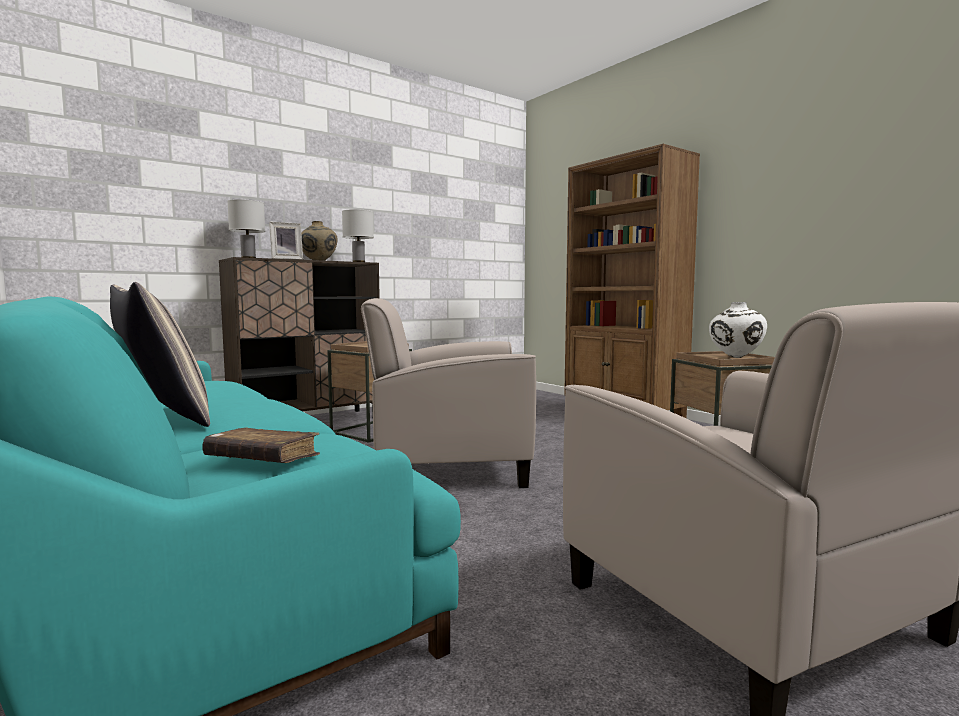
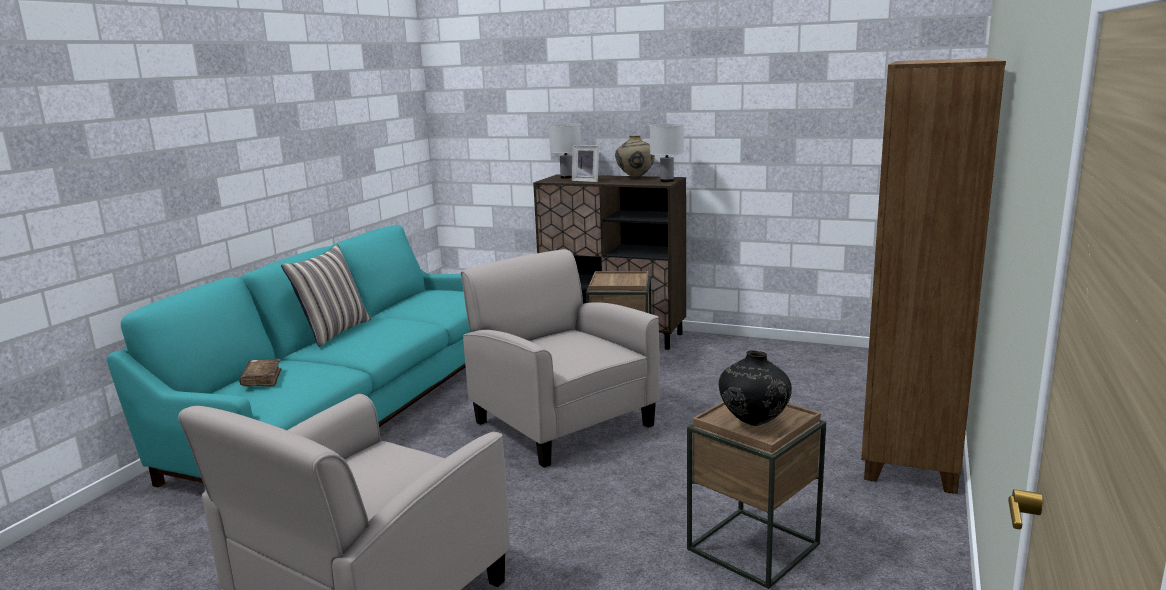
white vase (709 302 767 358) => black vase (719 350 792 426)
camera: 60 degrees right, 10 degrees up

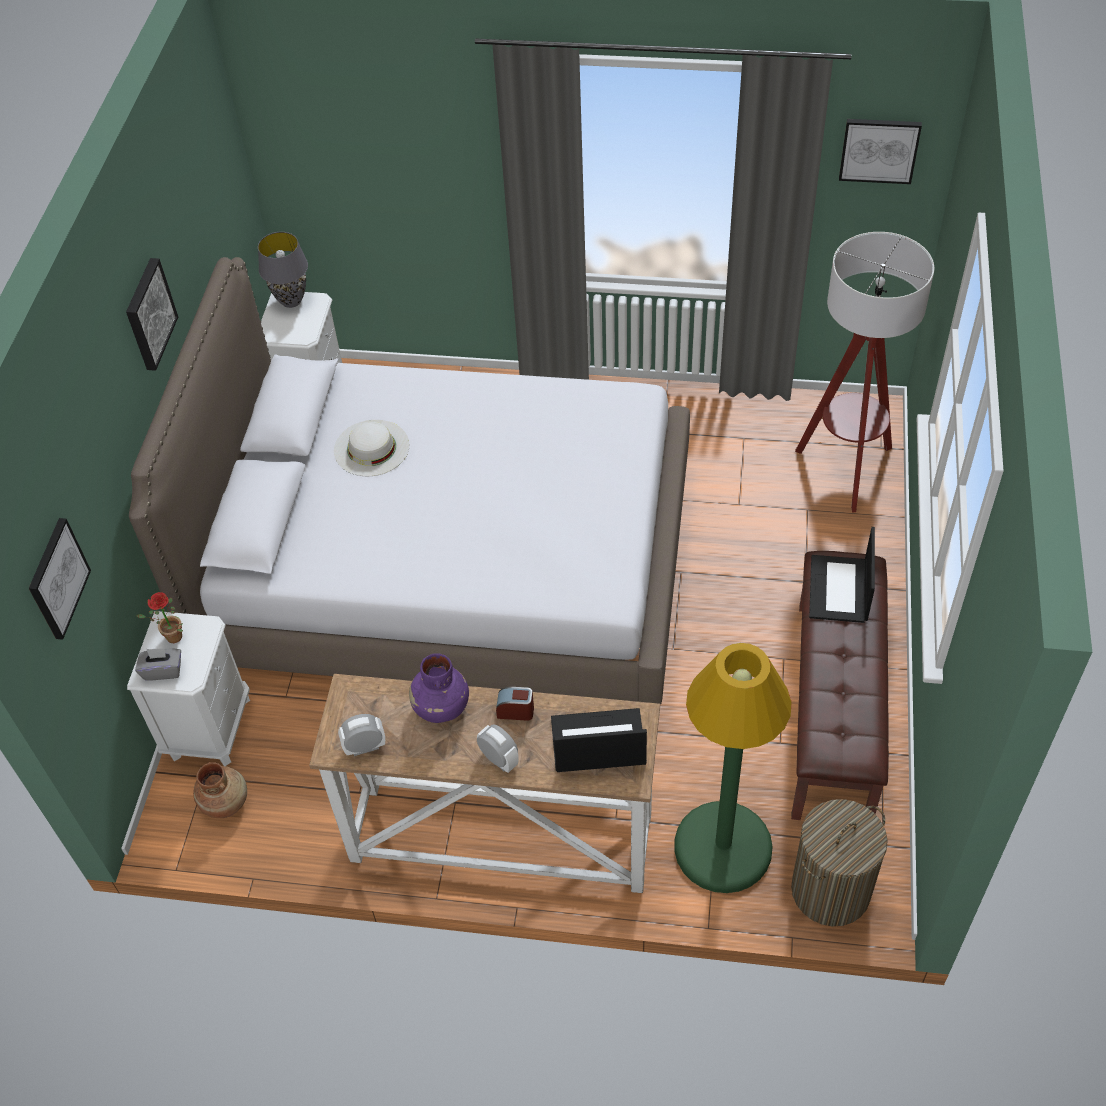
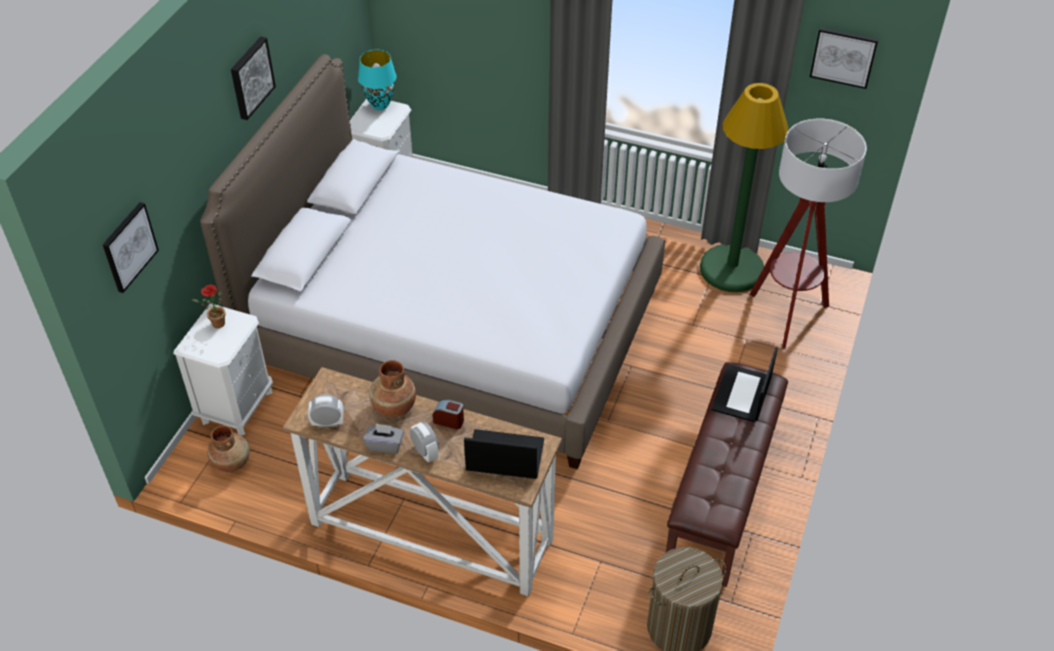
grey tissue box (135 648 181 681) => grey tissue box (363 423 404 454), move
grey table lamp (258 232 308 308) => turquoise table lamp (358 50 396 110)
white hat (334 420 409 476) => nothing
purple vase (409 653 469 723) => brown vase (369 360 416 417)
green floor lamp (674 643 792 893) => green floor lamp (700 83 788 292), move
camera: 10 degrees right, 5 degrees down

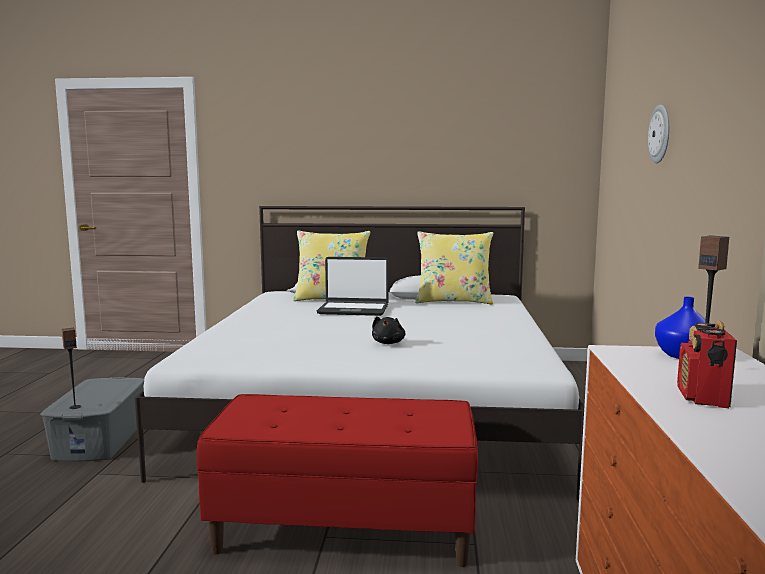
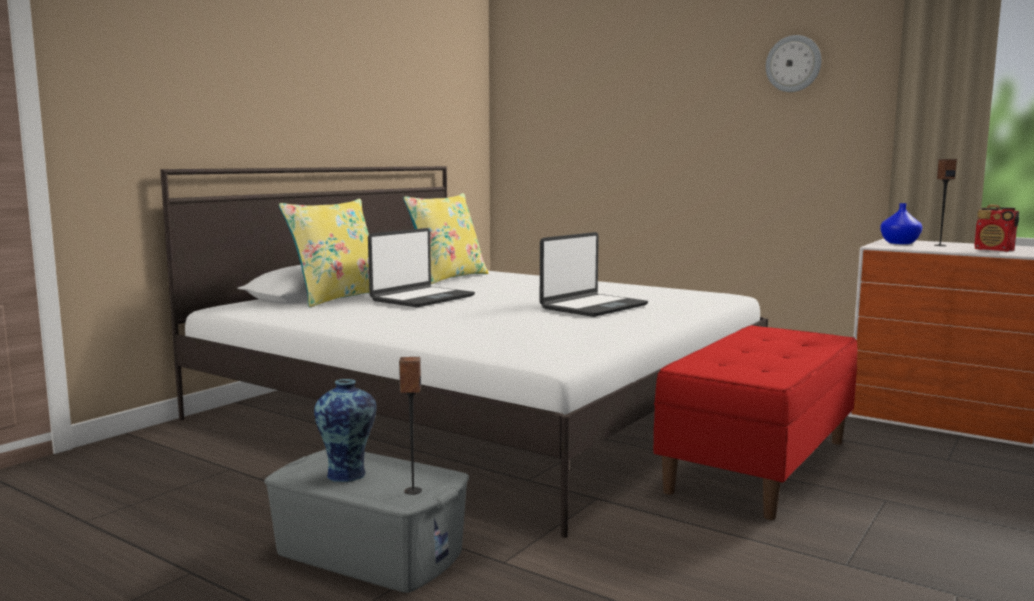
black plush toy (372 316 405 344) => laptop (540 232 648 317)
wall clock (648 105 669 163) => wall clock (766 35 821 92), move
nothing => vase (314 379 377 483)
camera: 60 degrees left, 0 degrees up

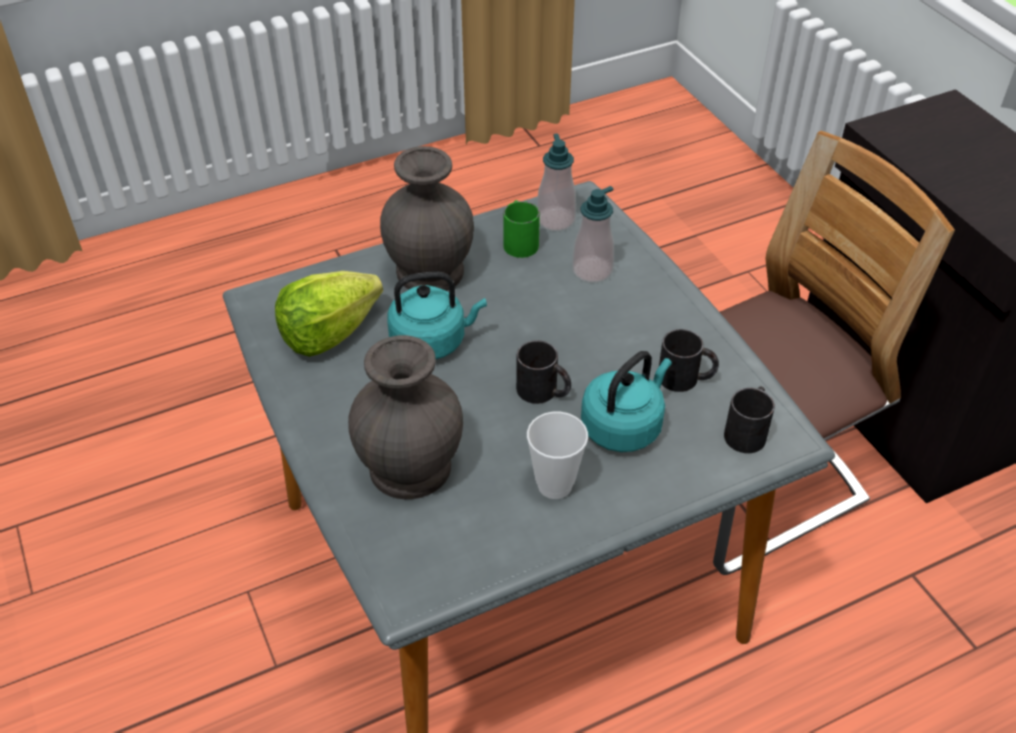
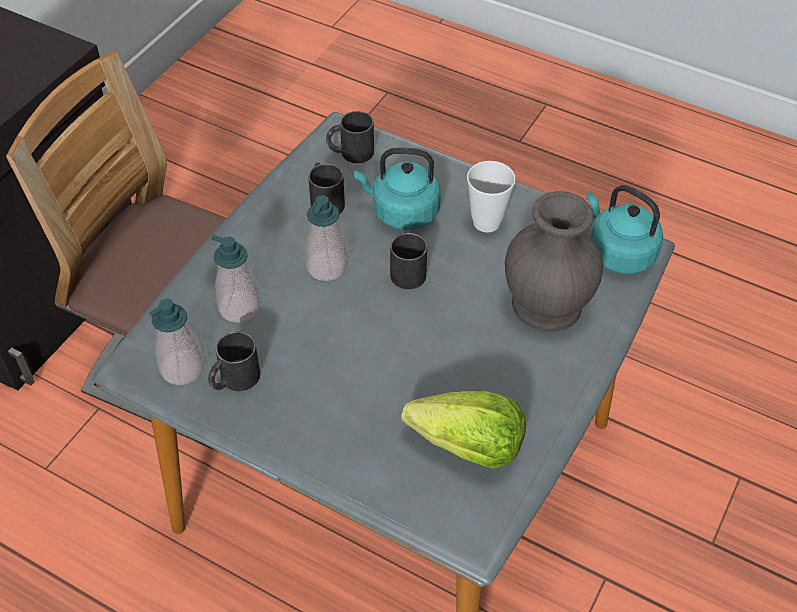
grey vase (380 146 474 291) => nothing
turquoise kettle (387 271 487 359) => turquoise kettle (586 185 663 274), move
green mug (503 200 540 258) => black mug (208 331 260 391)
nothing => soap dispenser (305 195 347 281)
camera: 125 degrees left, 5 degrees up

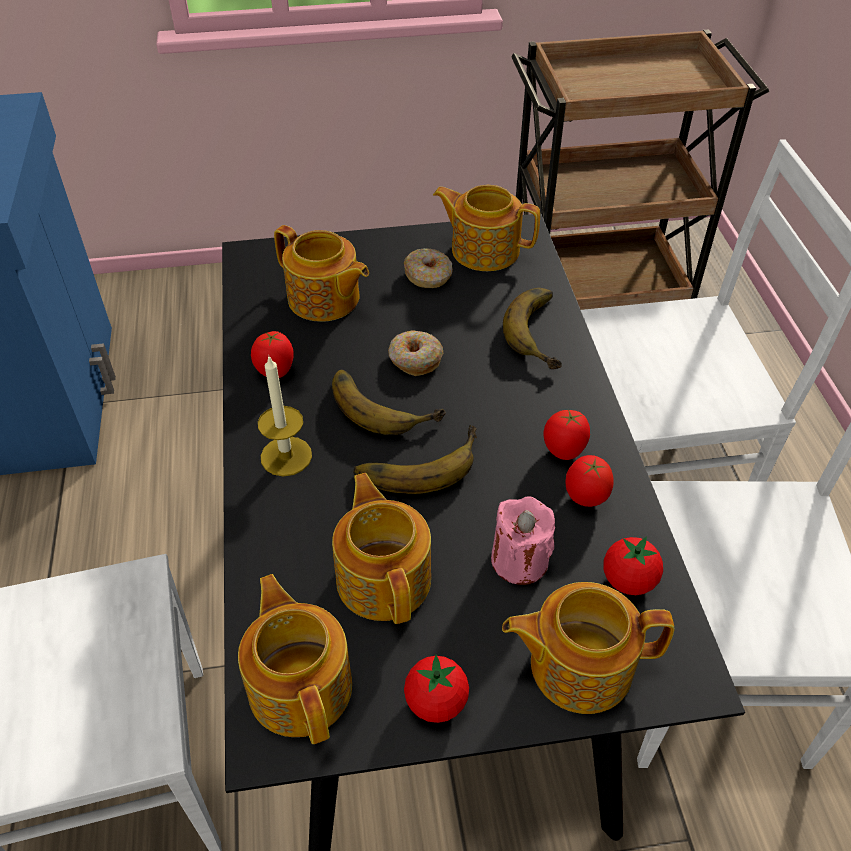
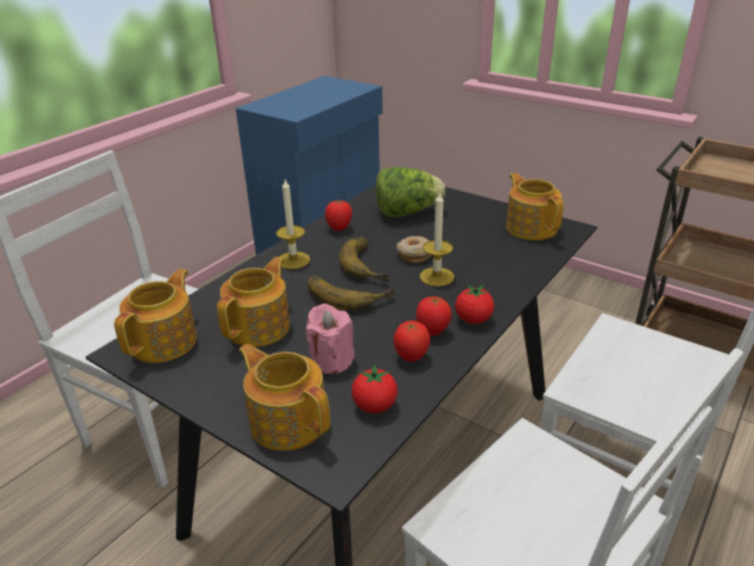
teapot (274 225 369 322) => lettuce (376 167 445 217)
donut (404 248 453 288) => nothing
tomato (404 655 469 723) => tomato (455 285 494 324), move
banana (503 288 562 369) => nothing
nothing => candle (420 193 454 286)
camera: 45 degrees right, 15 degrees down

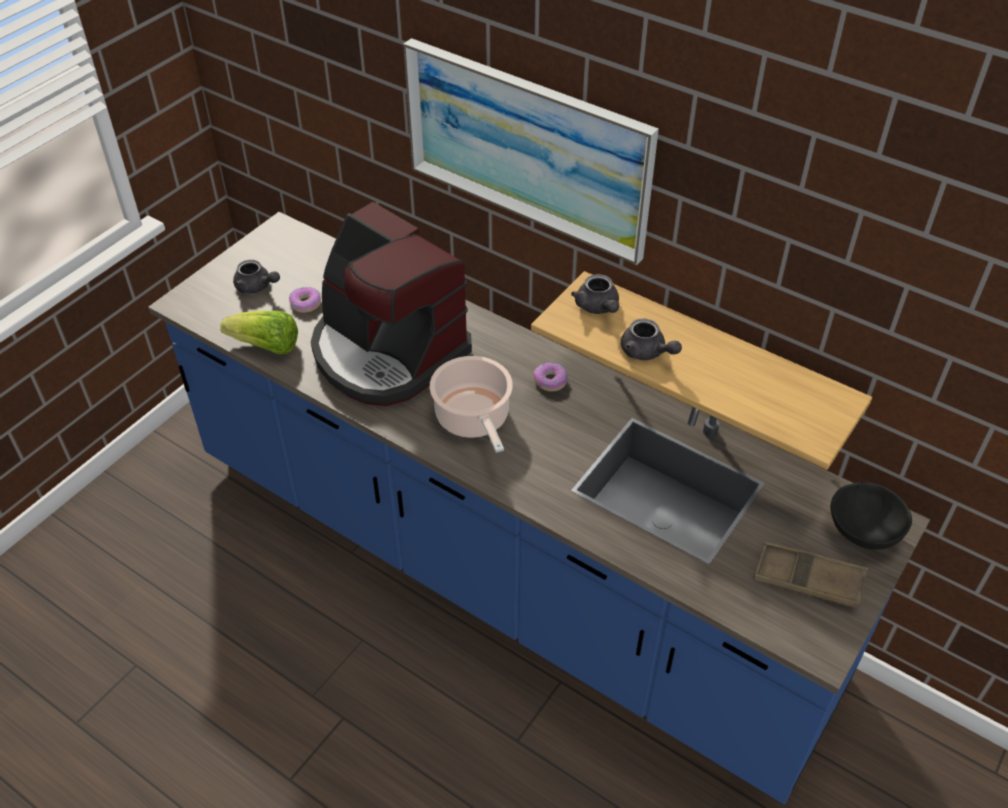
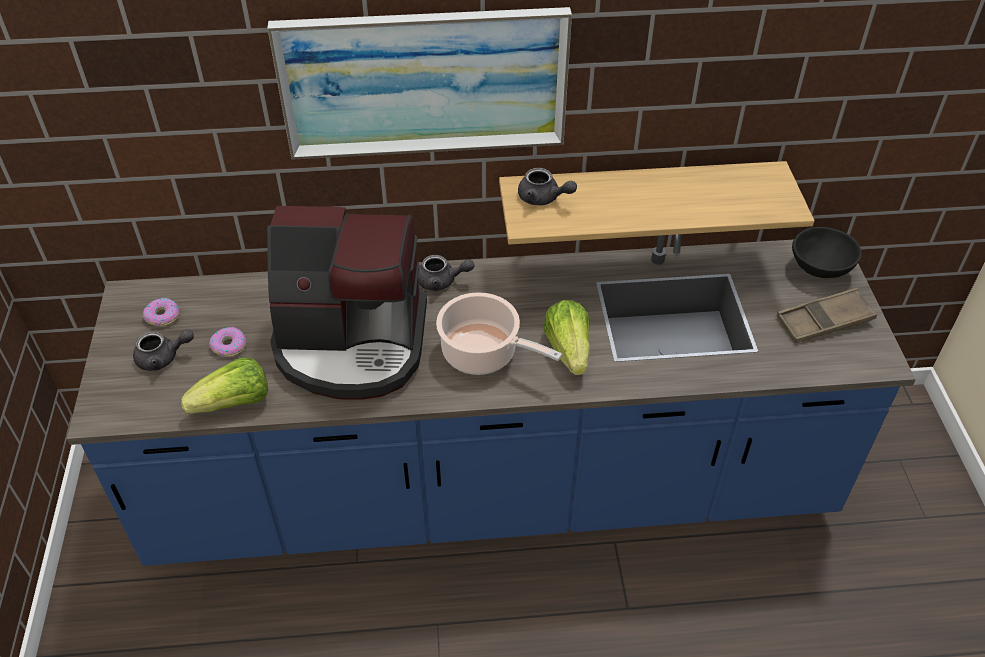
donut (533 362 568 391) => donut (143 298 179 327), move
grey teapot (621 319 682 360) => grey teapot (418 255 474 291), move
nothing => lettuce (544 300 590 375)
camera: 40 degrees left, 0 degrees up

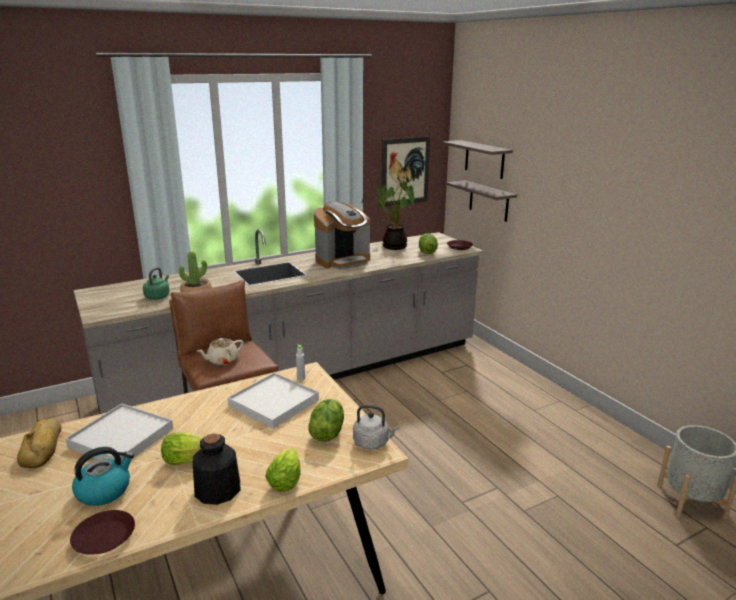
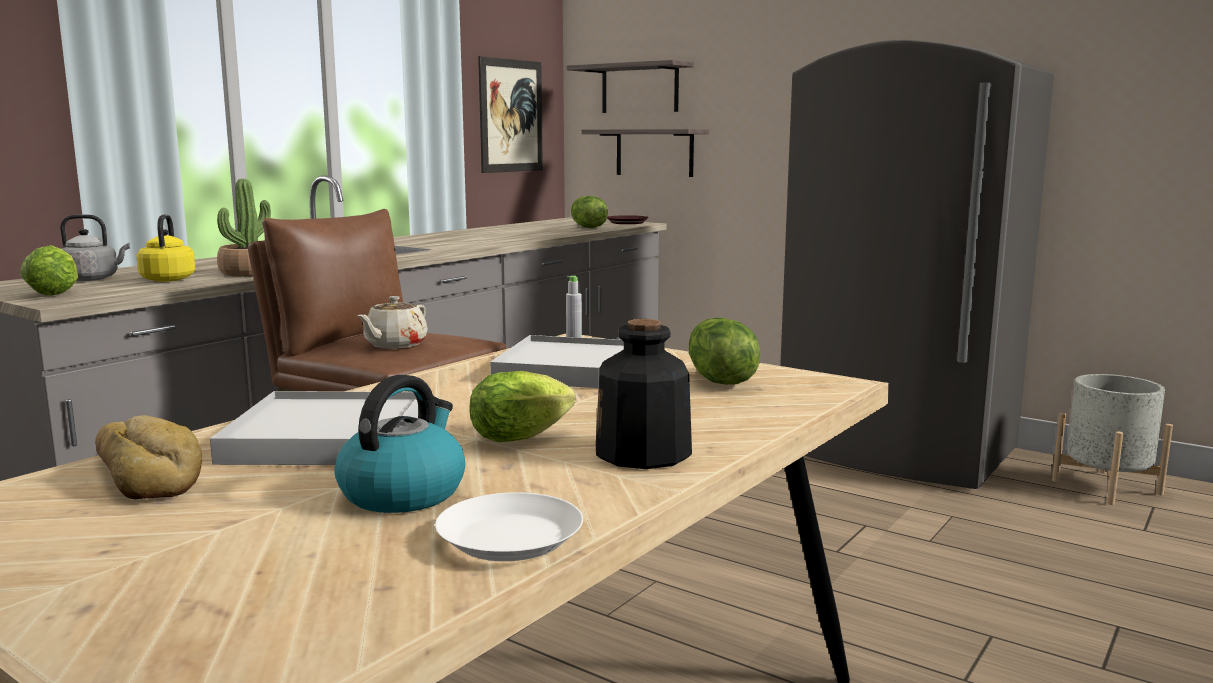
brown plate (70 510 135 555) => white plate (435 492 583 561)
green kettle (143 267 170 300) => yellow kettle (136 214 195 282)
lettuce (265 448 300 492) => lettuce (20 245 78 296), move
coffee machine (314 202 370 269) => nothing
grey kettle (353 405 399 449) => grey kettle (60 214 130 281), move
potted plant (361 181 415 250) => nothing
nothing => grey fridge (780 40 1054 489)
camera: 25 degrees left, 10 degrees down

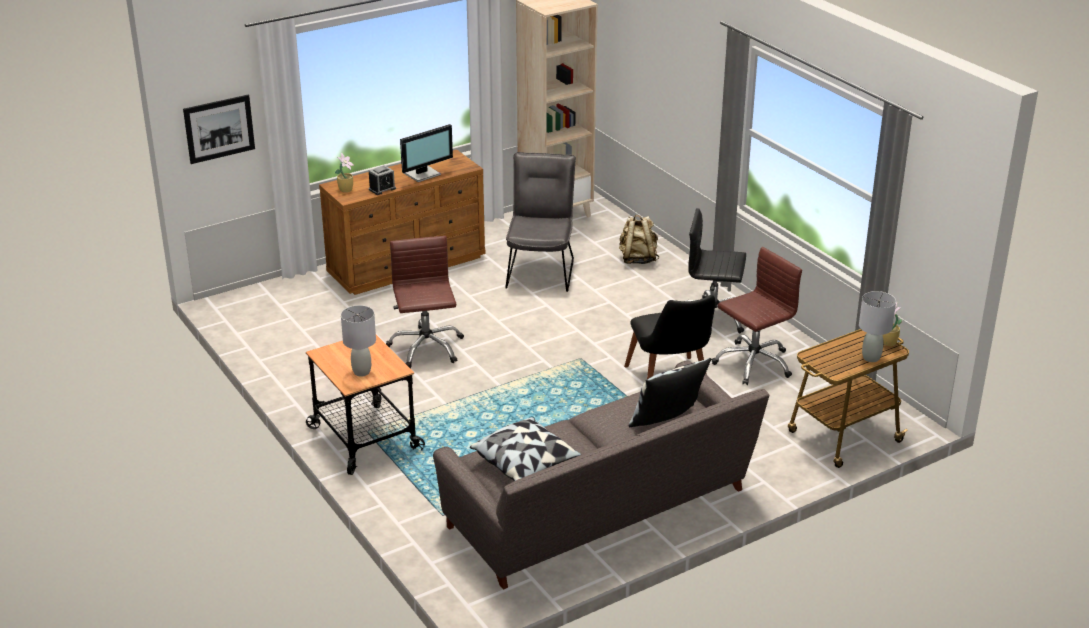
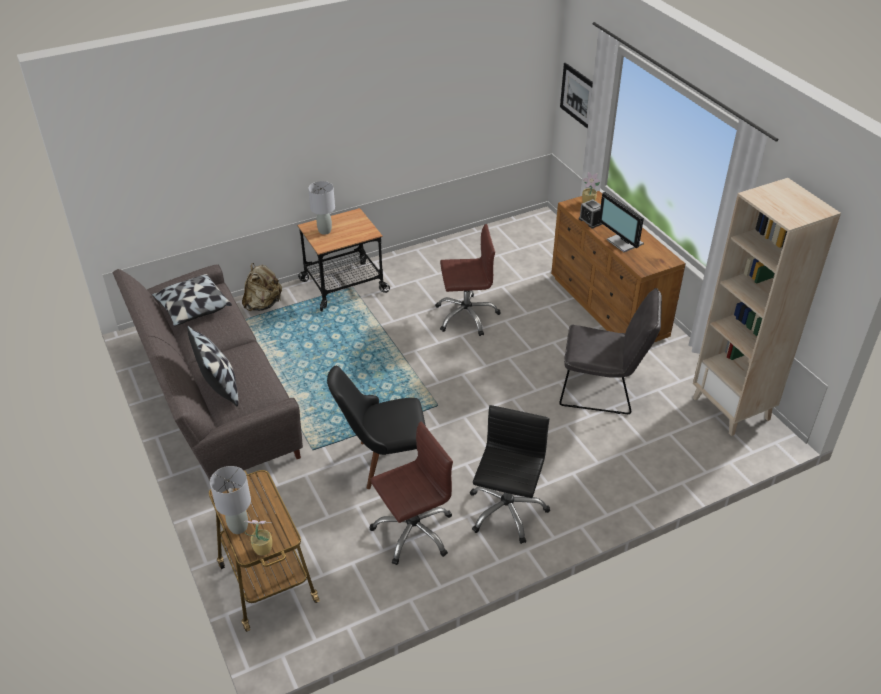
beige backpack (619 215 659 264) => beige backpack (242 263 282 311), move
brown office chair (712 247 802 385) => brown office chair (369 422 453 565), 90 degrees counterclockwise
camera: 95 degrees right, 10 degrees up

